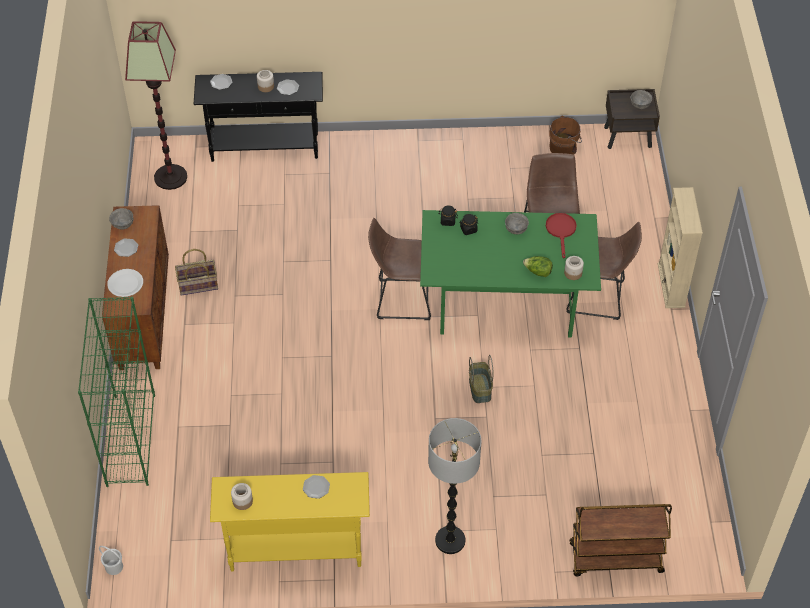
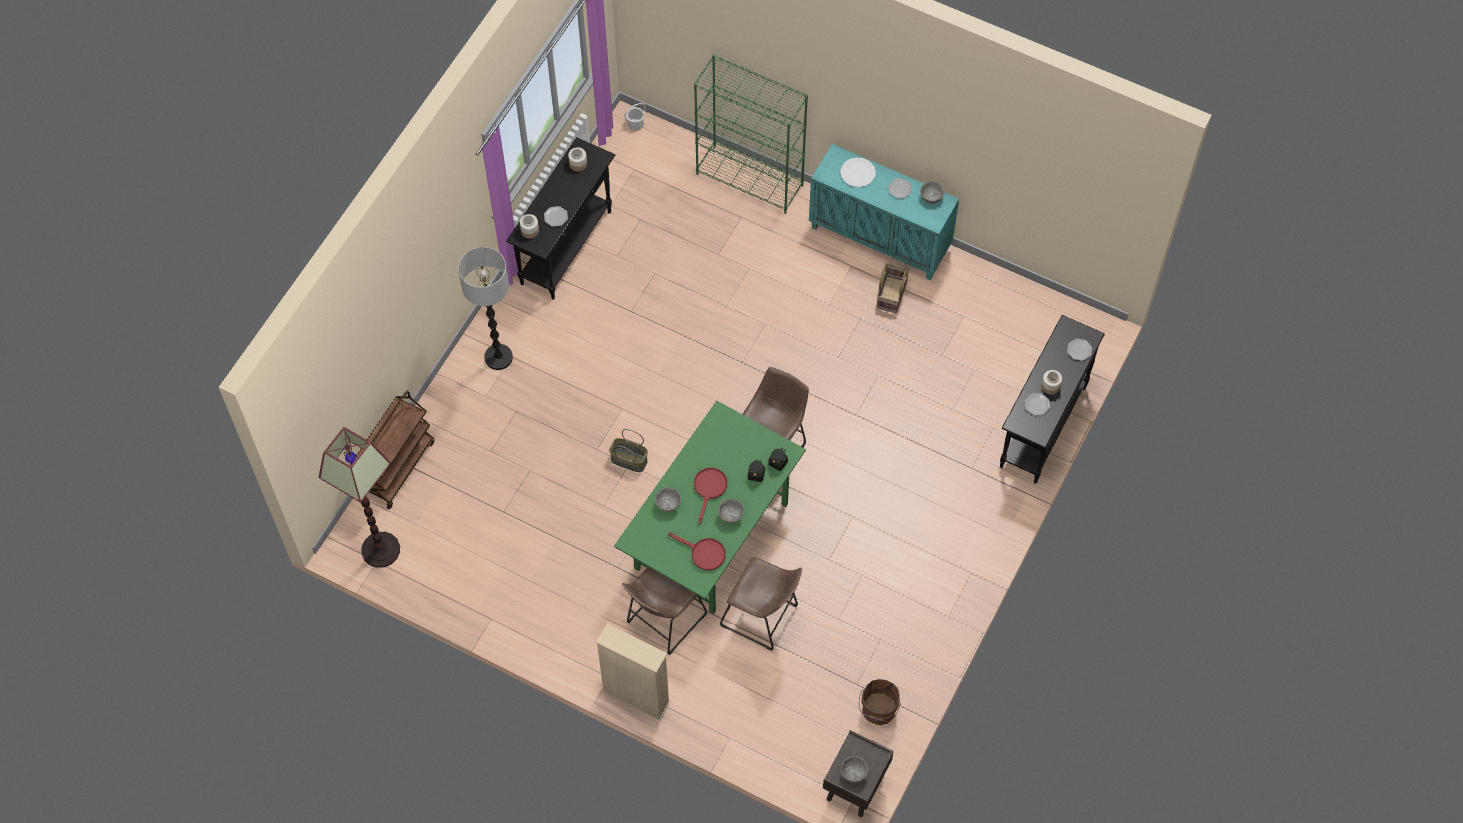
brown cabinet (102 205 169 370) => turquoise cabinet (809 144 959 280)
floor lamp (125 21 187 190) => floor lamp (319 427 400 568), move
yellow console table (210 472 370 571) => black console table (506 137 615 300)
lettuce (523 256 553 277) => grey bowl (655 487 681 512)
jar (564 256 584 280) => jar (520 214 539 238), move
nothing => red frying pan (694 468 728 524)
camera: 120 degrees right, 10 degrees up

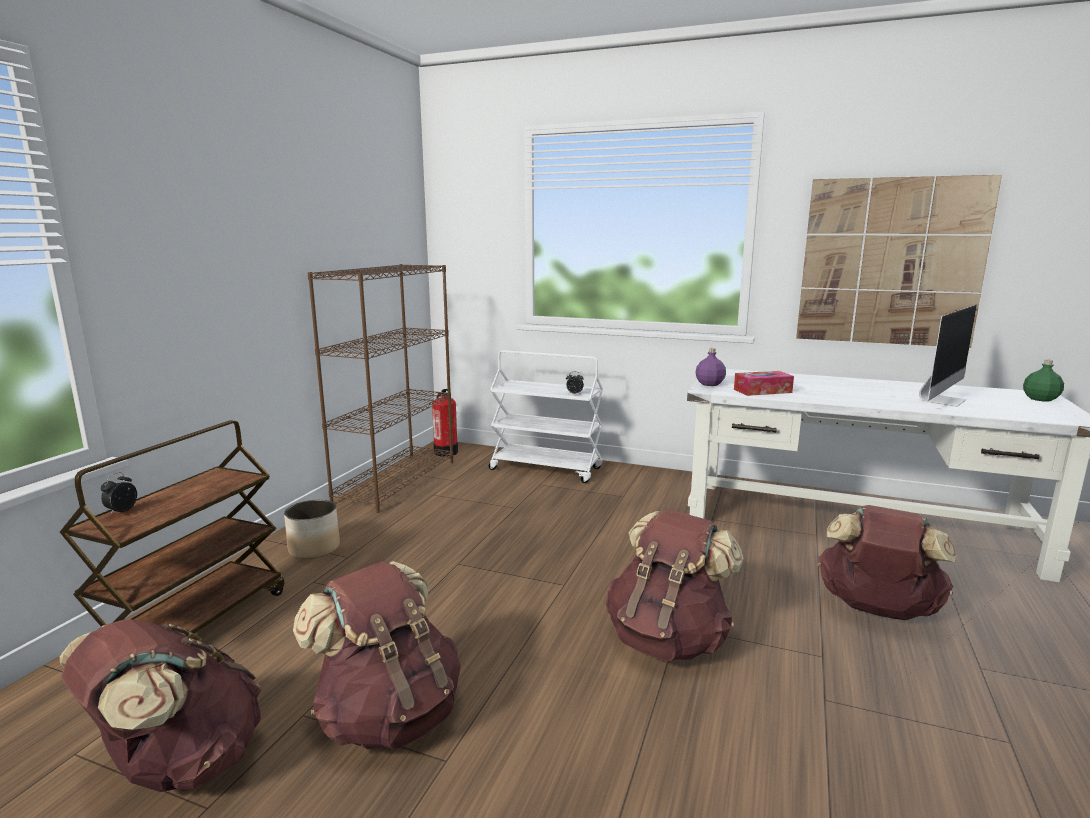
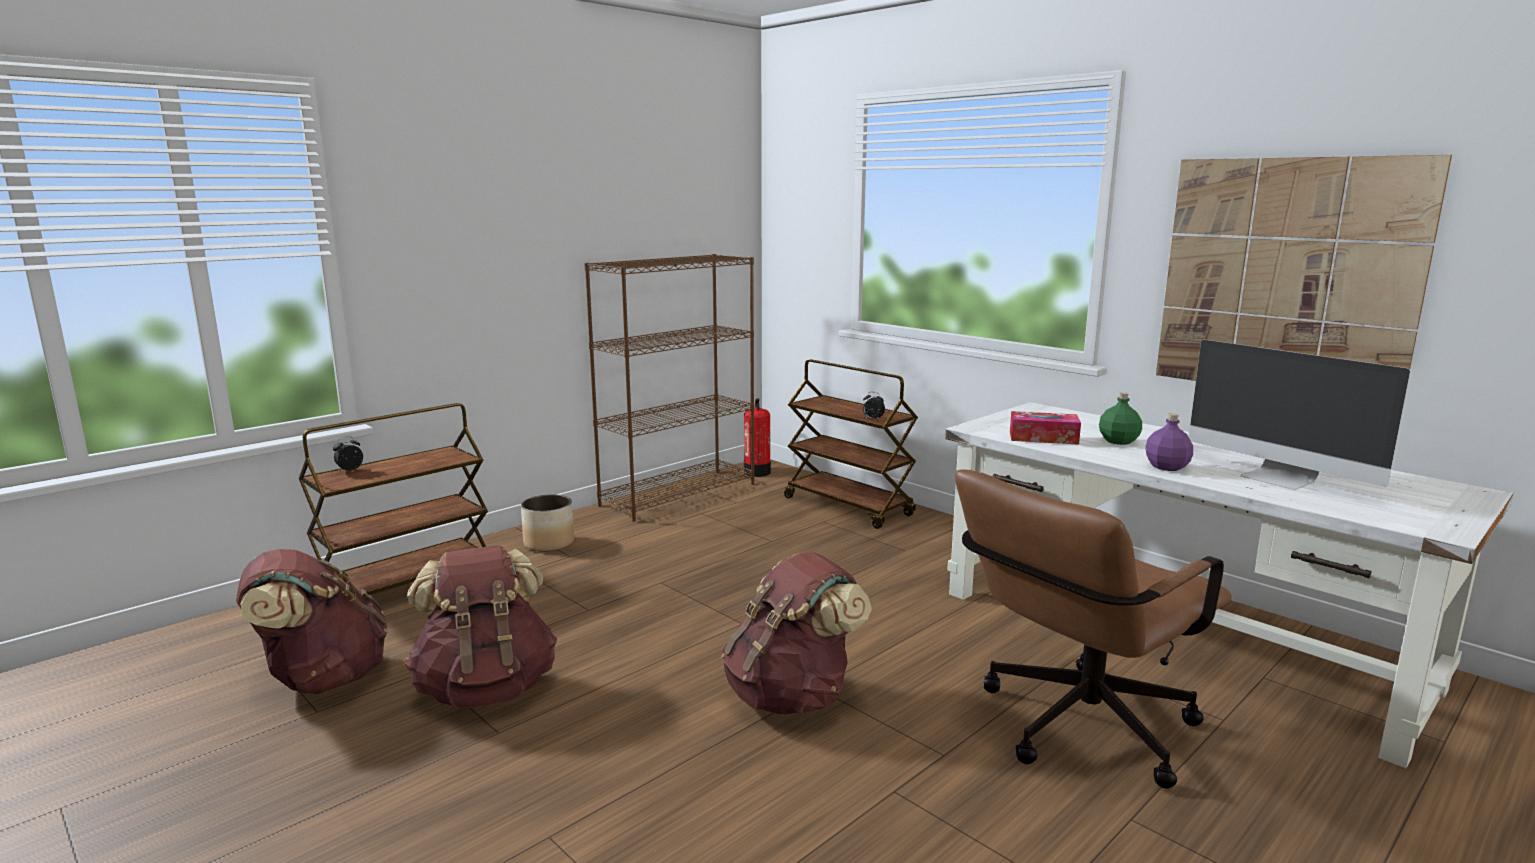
white cart (489 350 603 483) => brown cart (784 359 918 529)
purple bottle (695 348 726 386) => purple bottle (1145 413 1193 471), move
brown backpack (818 505 957 620) => brown office chair (955 470 1232 789)
monitor (919 305 977 407) => monitor (1188 339 1410 490), 75 degrees clockwise
green bottle (1023 359 1064 402) => green bottle (1099 392 1142 445), move
camera: 25 degrees right, 0 degrees up

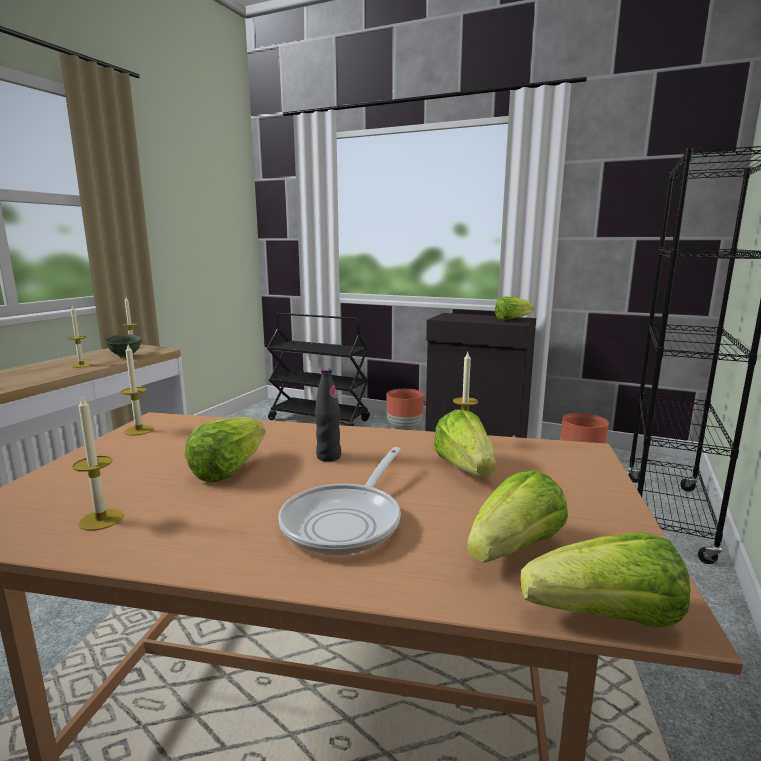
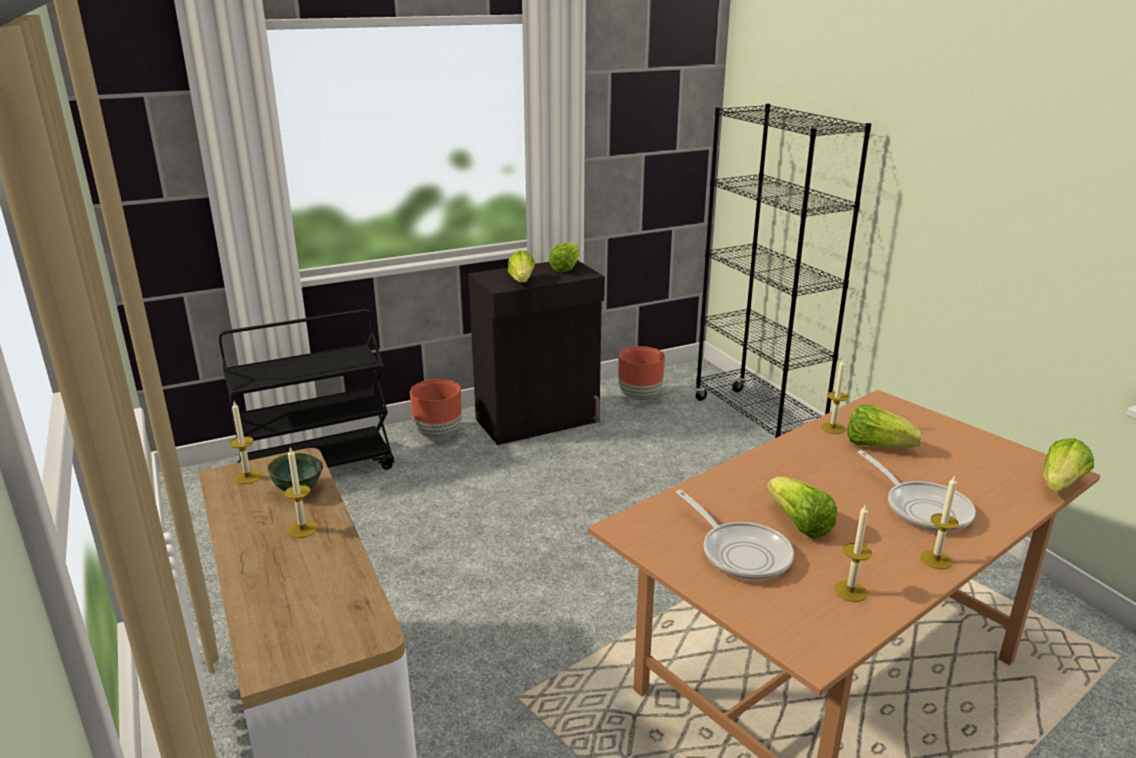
candle (121 345 154 436) => candle (920 475 959 569), move
black bottle (315 368 341 462) => nothing
lettuce (467 470 568 562) => lettuce (508 250 535 283), move
nothing => frying pan (676 489 794 580)
camera: 50 degrees left, 10 degrees up

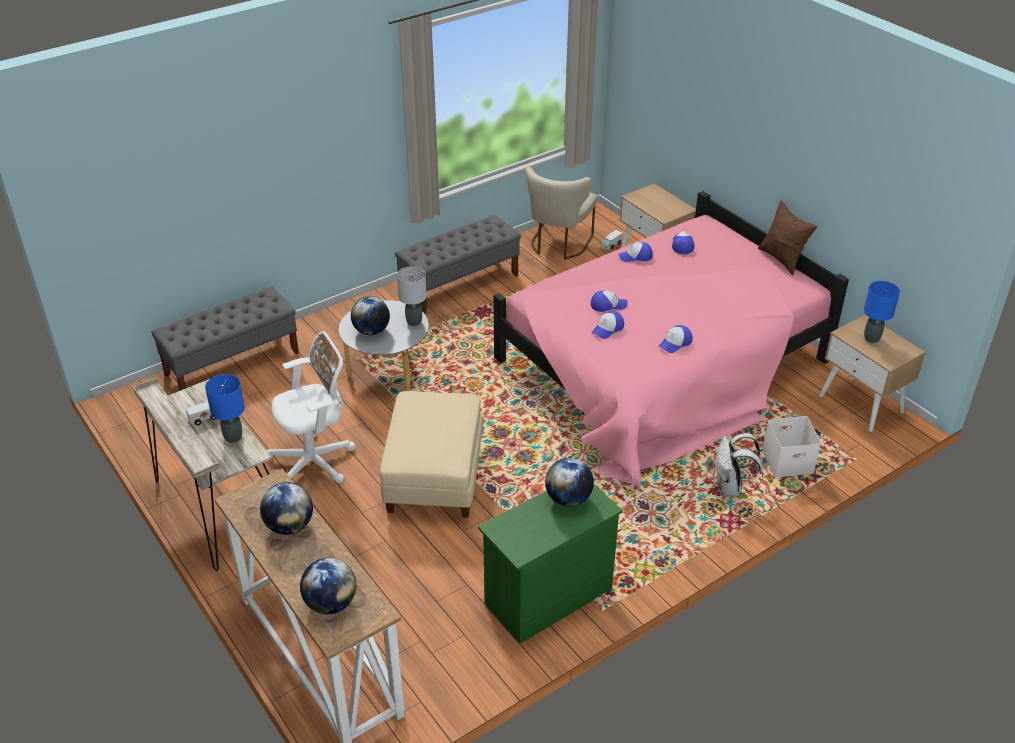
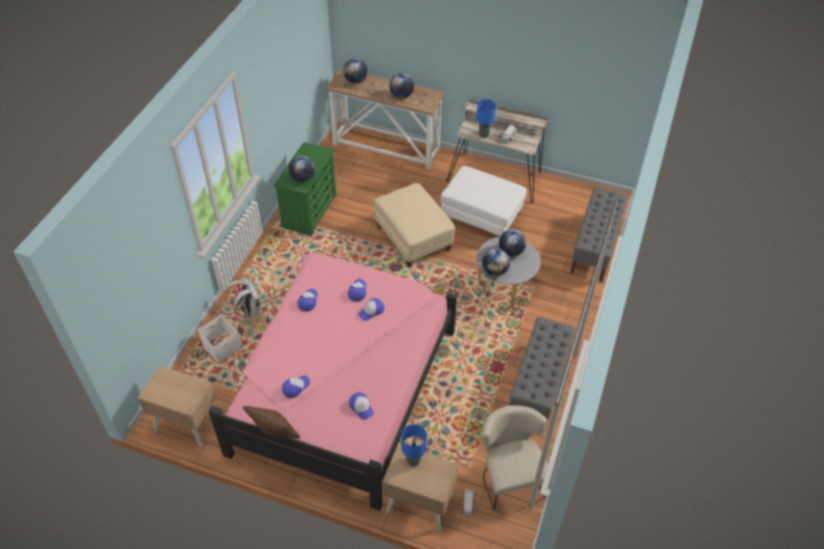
white office chair (266 331 355 483) => white ottoman (441 166 527 237)
grey table lamp (397 266 427 326) => globe (482 248 510 276)
cap (618 242 653 262) => cap (282 375 310 398), move
blue table lamp (864 281 900 343) => blue table lamp (401 424 427 467), move
camera: 145 degrees right, 10 degrees up

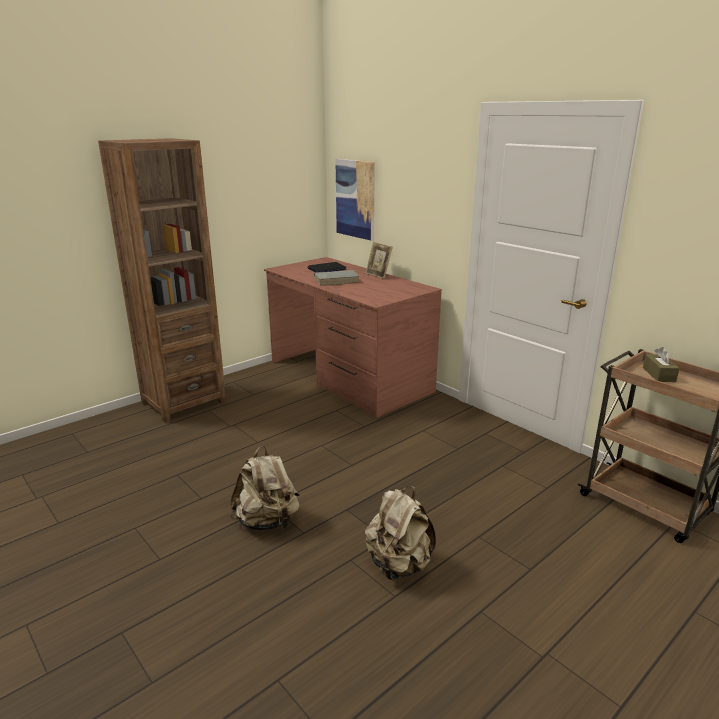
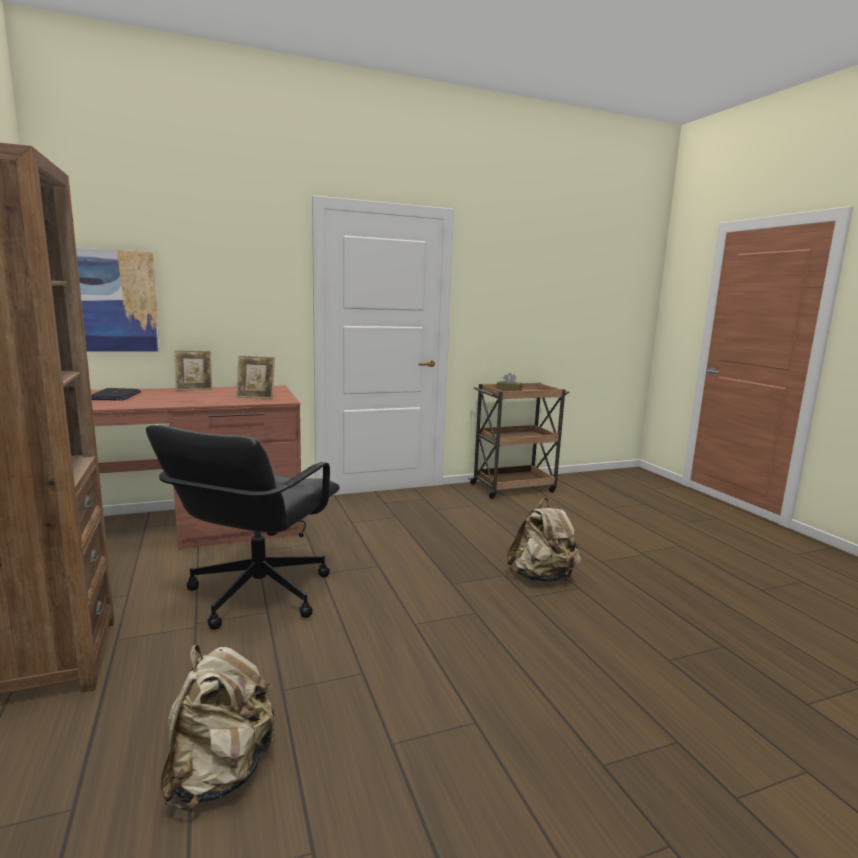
beige backpack (230 446 300 531) => beige backpack (160 645 277 811), move
grey book (314 270 360 286) => nothing
nothing => black office chair (146 425 340 630)
nothing => picture frame (236 355 275 399)
camera: 70 degrees left, 10 degrees down

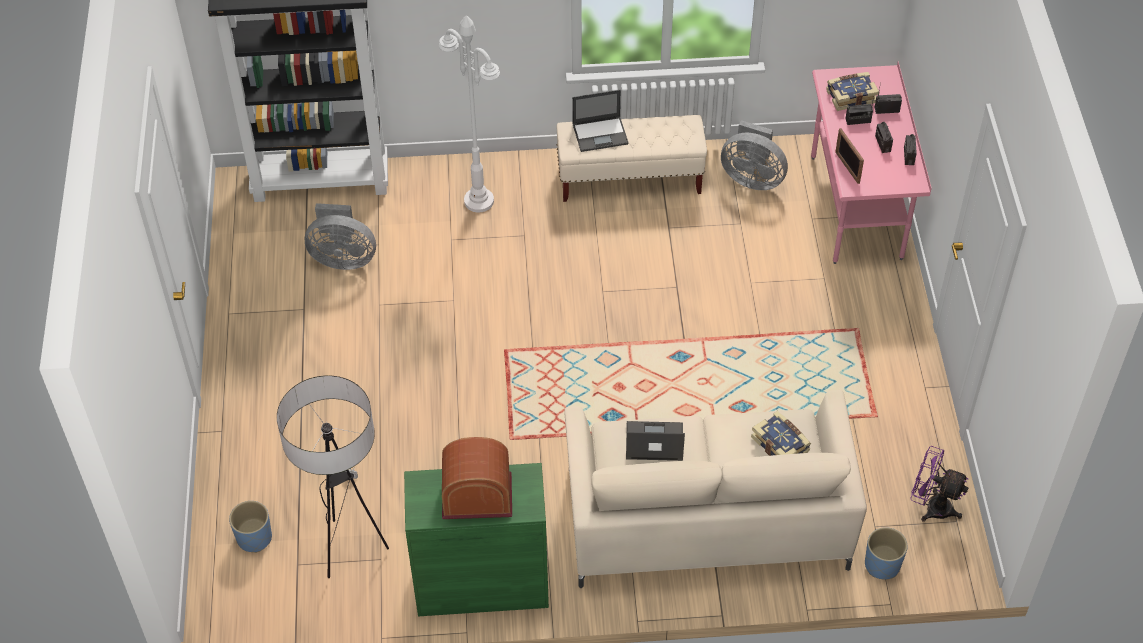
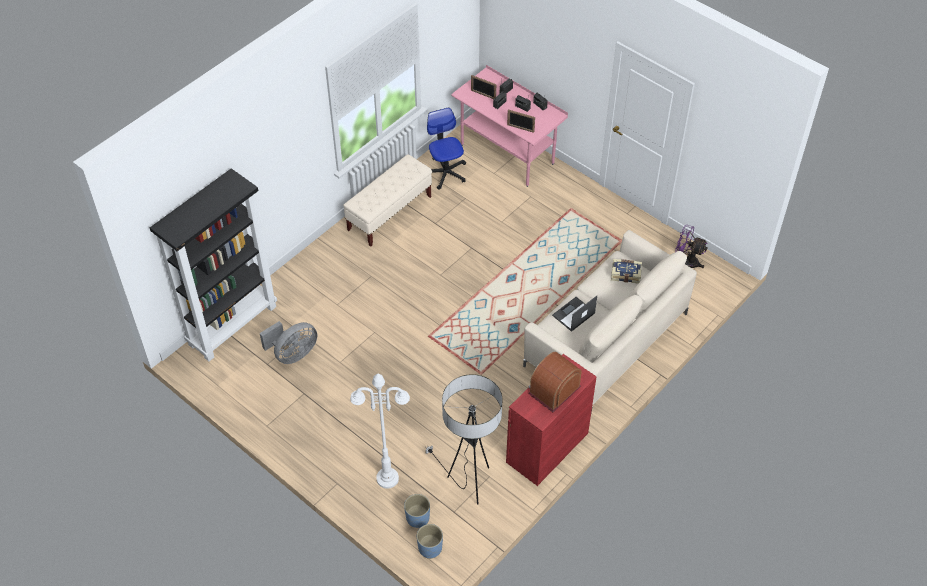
green cabinet (404 463 549 616) => red cabinet (506 354 596 486)
white floor lamp (439 15 500 213) => white floor lamp (350 373 410 489), move
laptop (572 90 629 152) => nothing
grey fan (721 120 788 190) => office chair (427 108 466 190)
book (826 72 879 111) => picture frame (471 75 496 99)
blue planter (865 527 908 579) => blue planter (417 524 443 559), move
purple fan (910 446 969 522) => purple fan (675 225 708 268), 45 degrees clockwise
camera: 45 degrees left, 0 degrees up

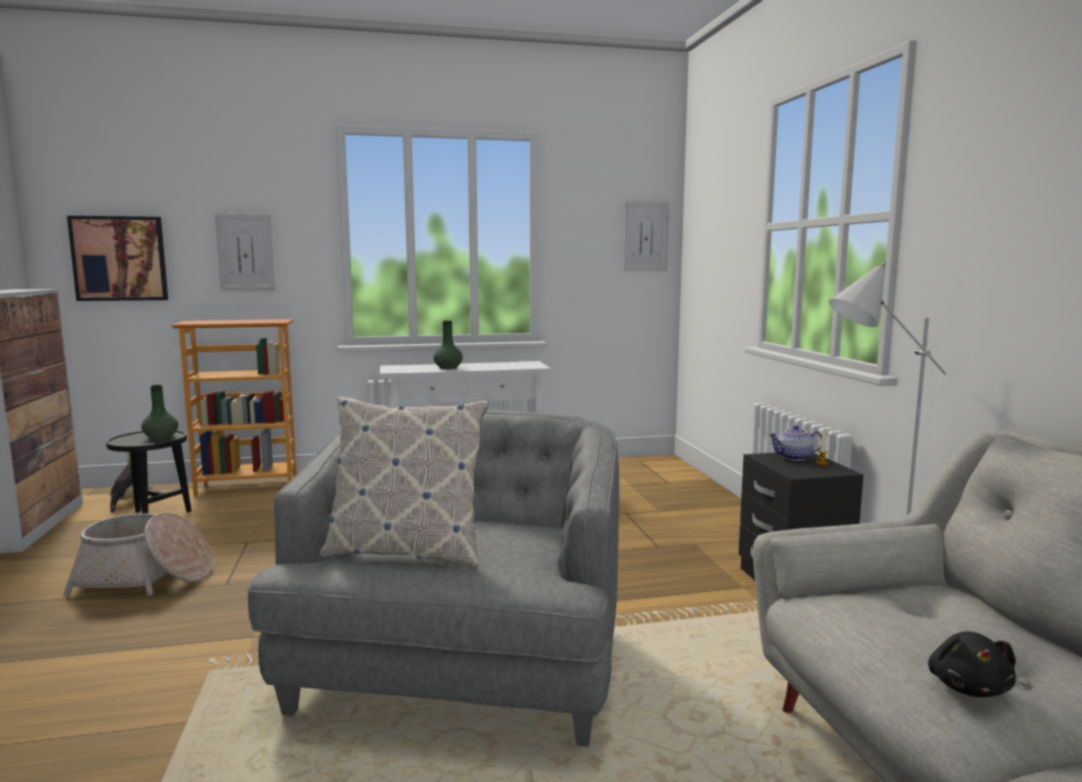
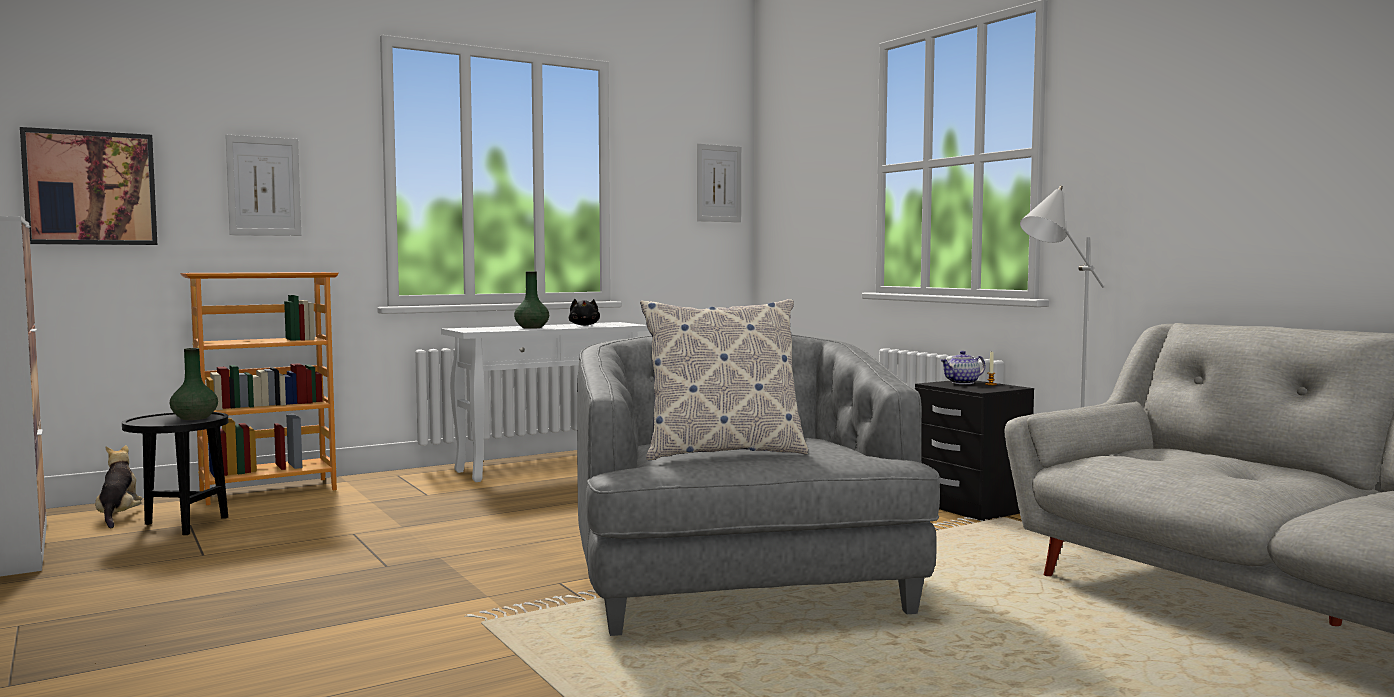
basket (63 513 213 597) => nothing
black plush toy (928 631 1016 697) => black plush toy (569 299 600 326), move
camera: 20 degrees left, 5 degrees down

